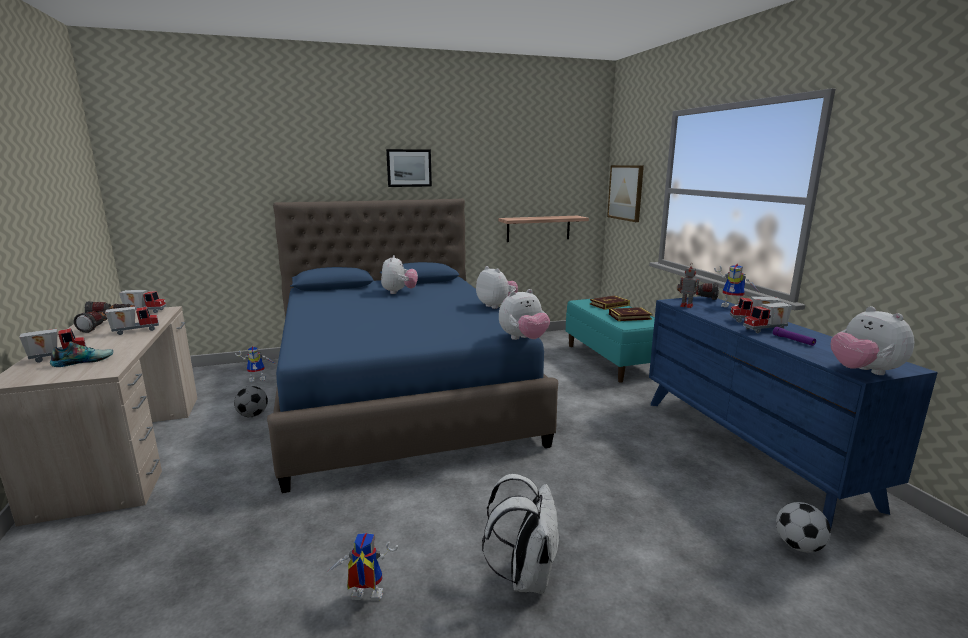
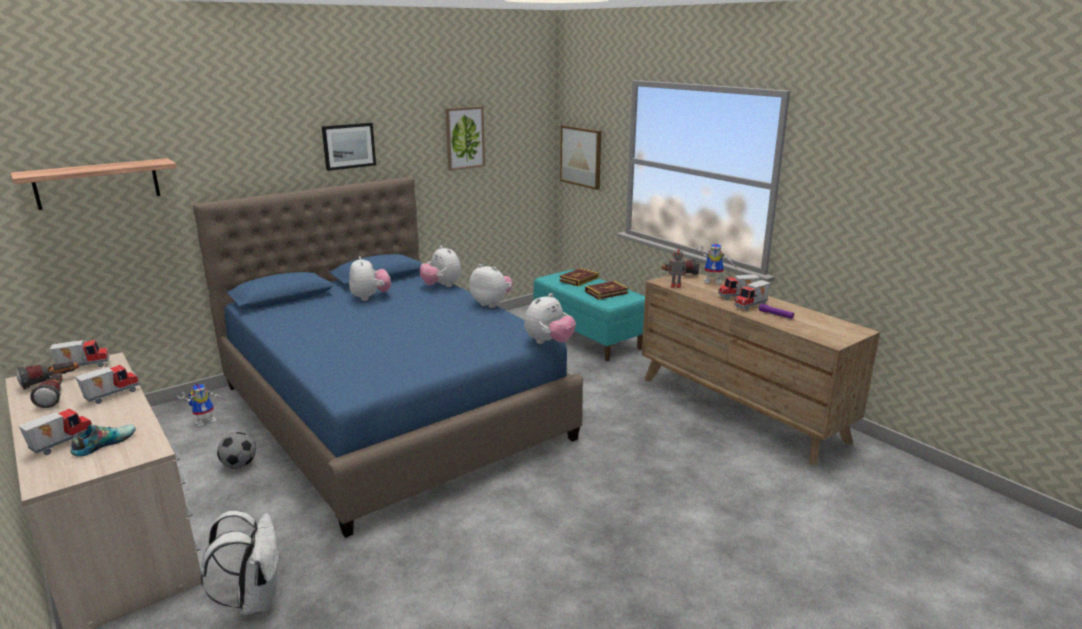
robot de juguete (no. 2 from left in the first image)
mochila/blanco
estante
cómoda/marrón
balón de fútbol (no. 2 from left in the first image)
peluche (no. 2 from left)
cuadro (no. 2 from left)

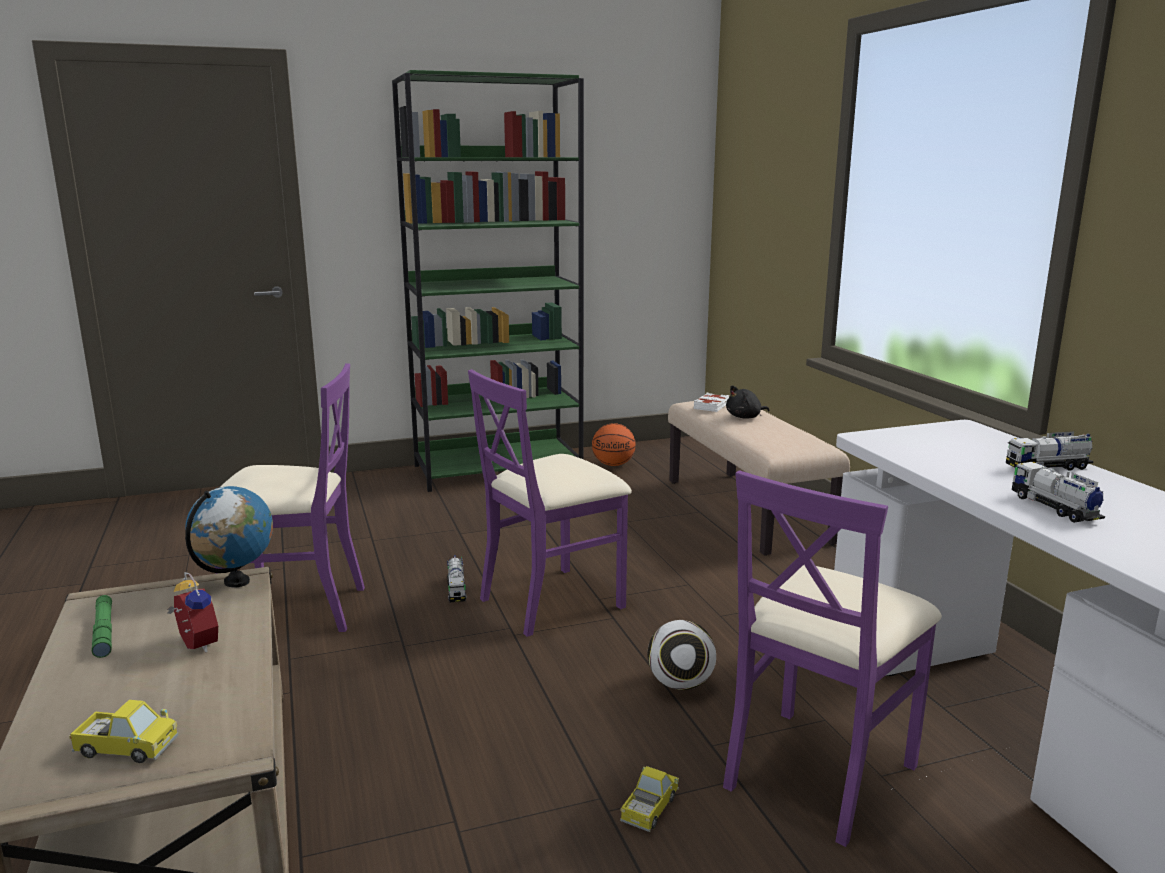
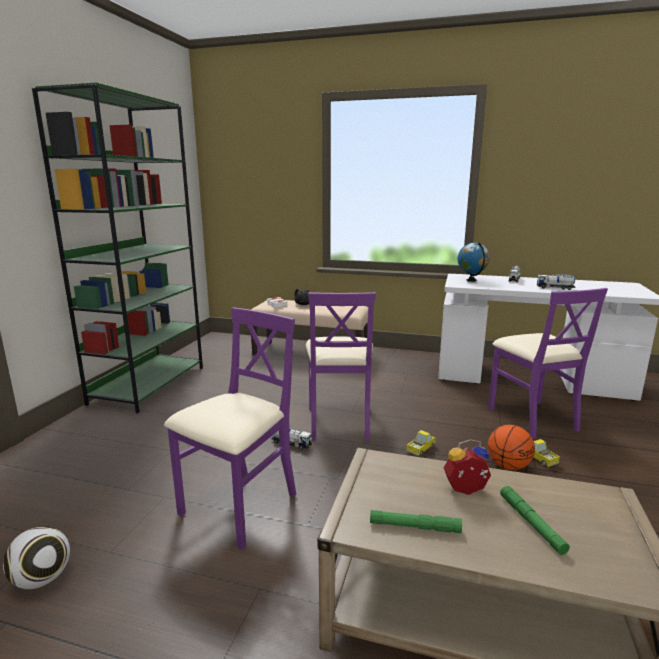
camión de juguete (no. 2 from left)
globo terráqueo
balón de baloncesto
balón de fútbol
linterna/verde (no. 2 from left)

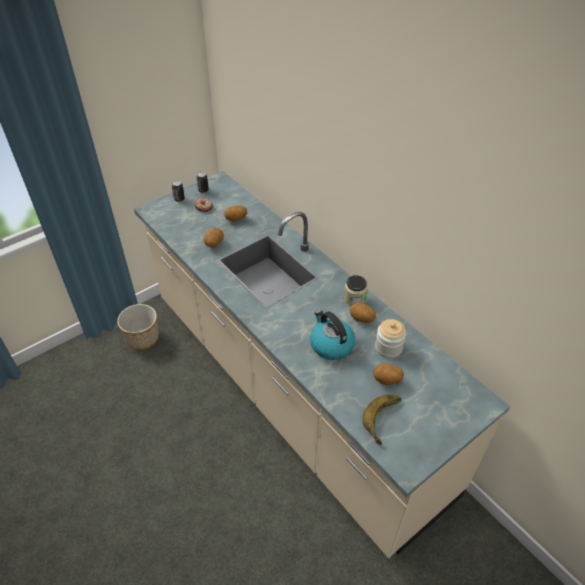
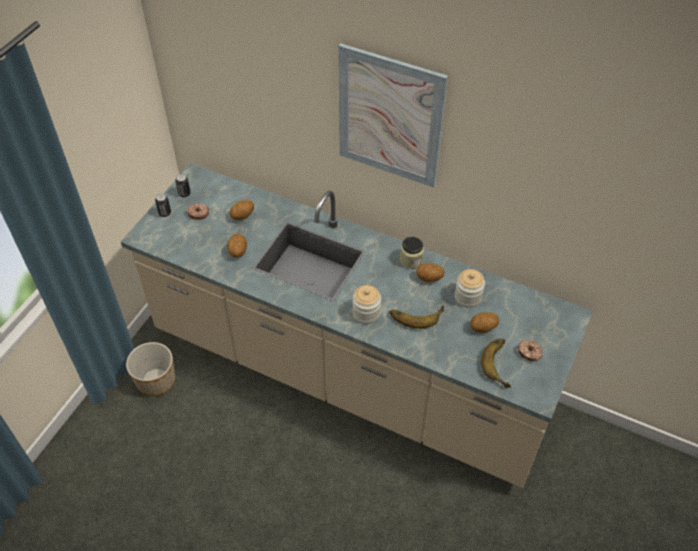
plátano (no. 1 from left)
cuadro
tarro (no. 1 from left)
rosquilla (no. 2 from left)

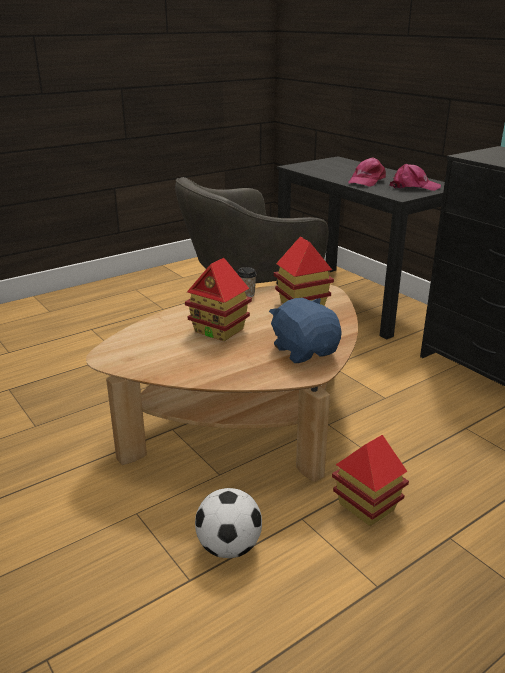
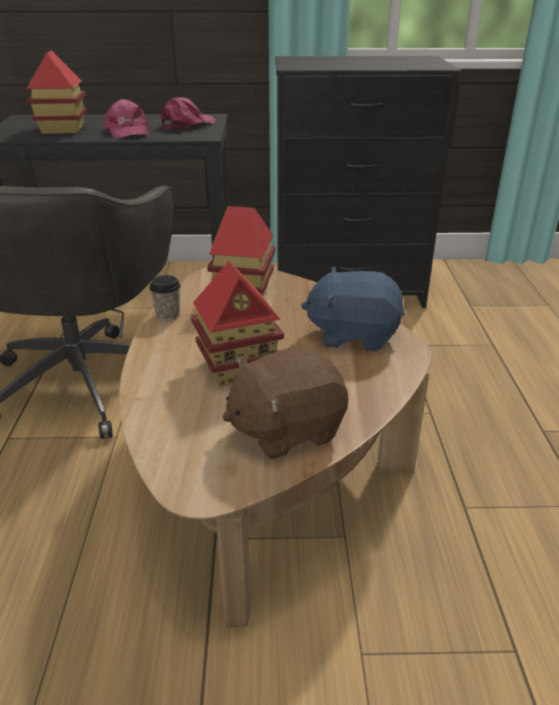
balón de fútbol
casita (no. 1 from left)
peluche/marrón

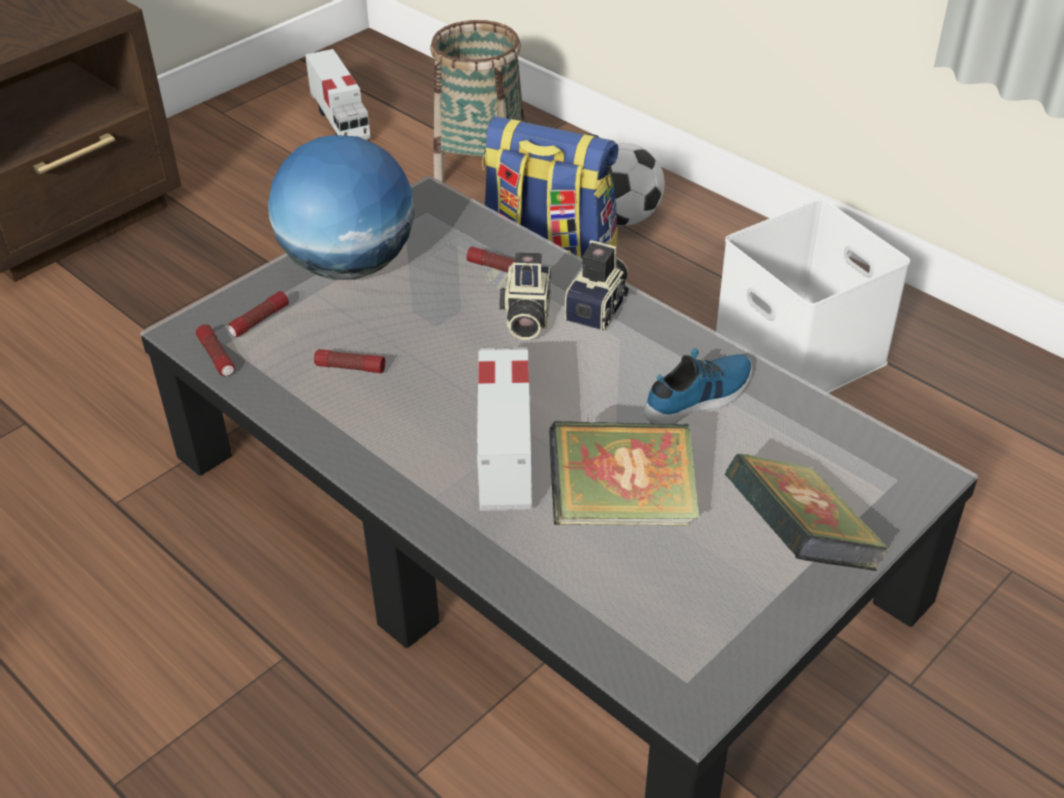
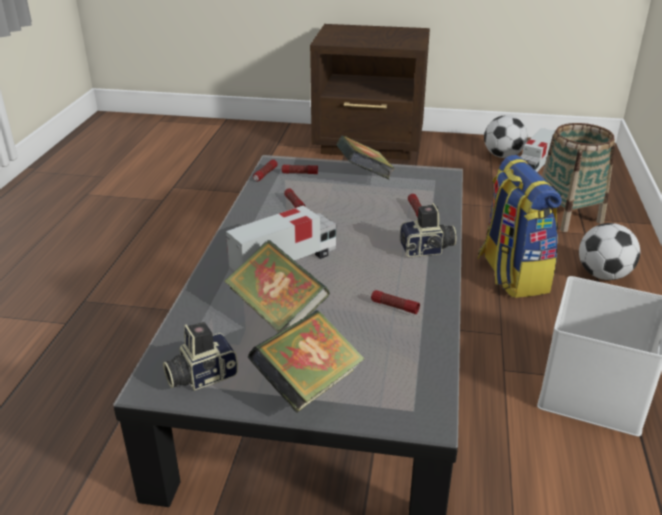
libro (no. 3 from left)
cámara (no. 1 from left)
linterna (no. 4 from left)
balón de fútbol (no. 1 from left)

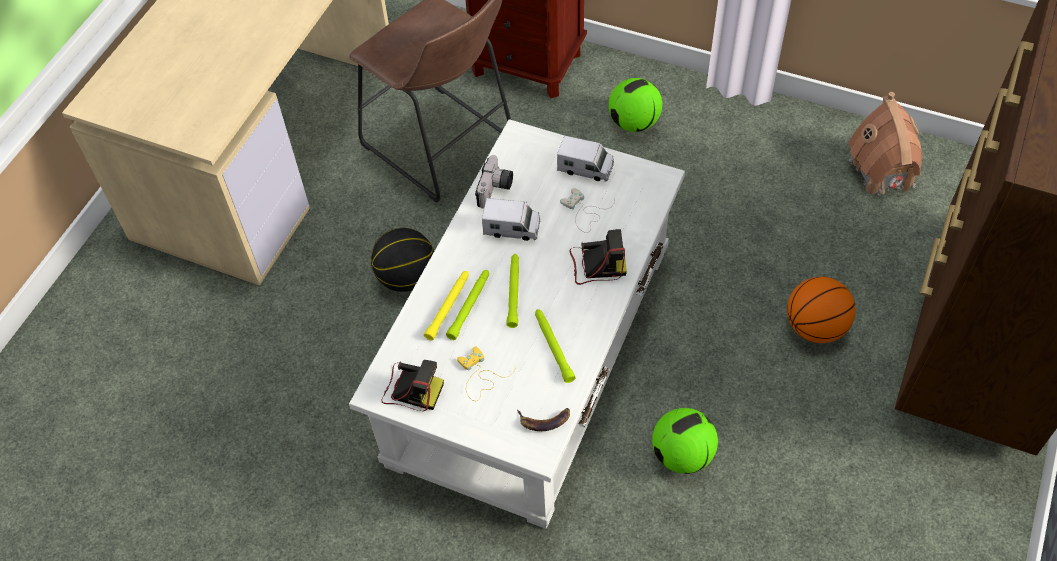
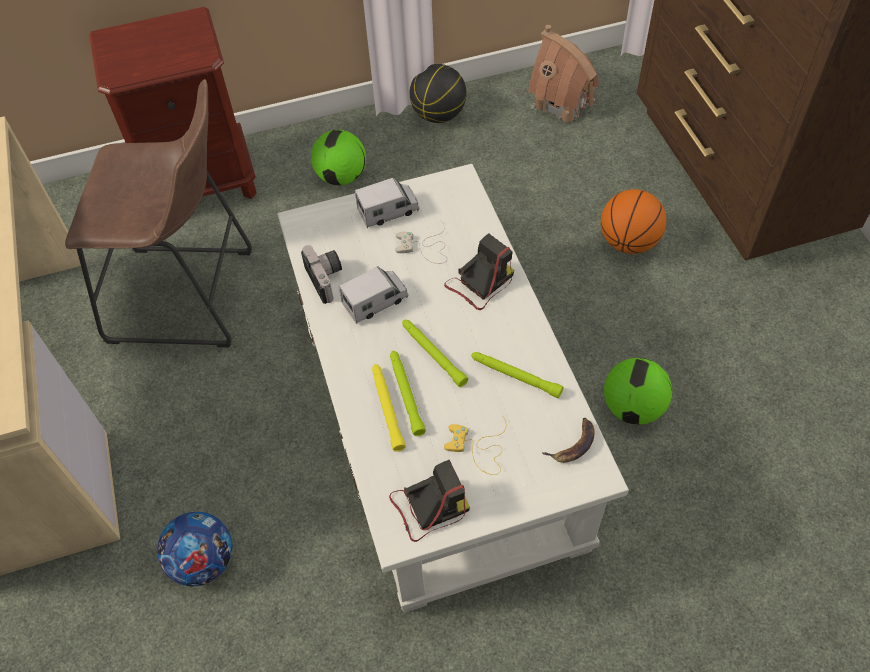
balón de baloncesto (no. 1 from left)
balón de fútbol (no. 1 from left)

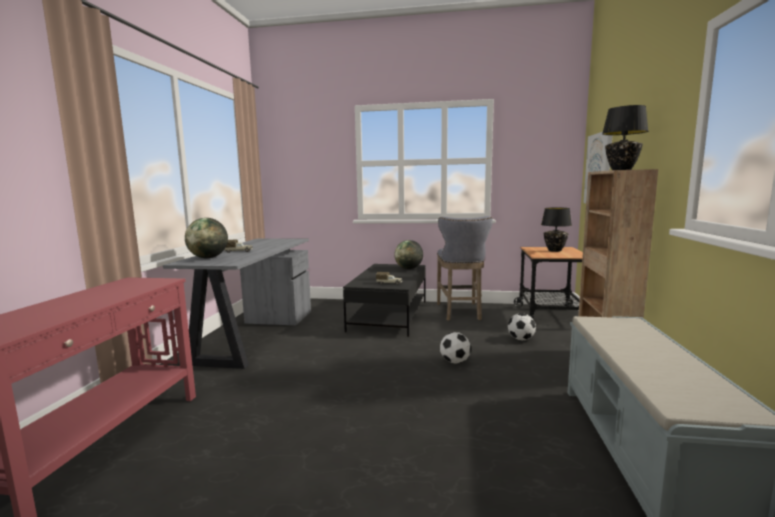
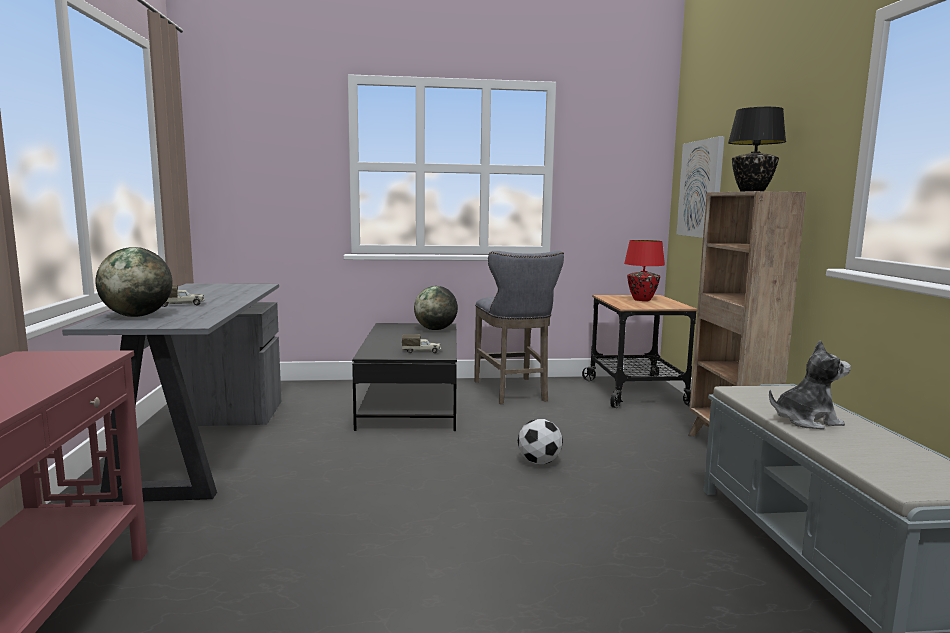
balón de fútbol (no. 2 from left in the first image)
lámpara de mesa/rojo
peluche

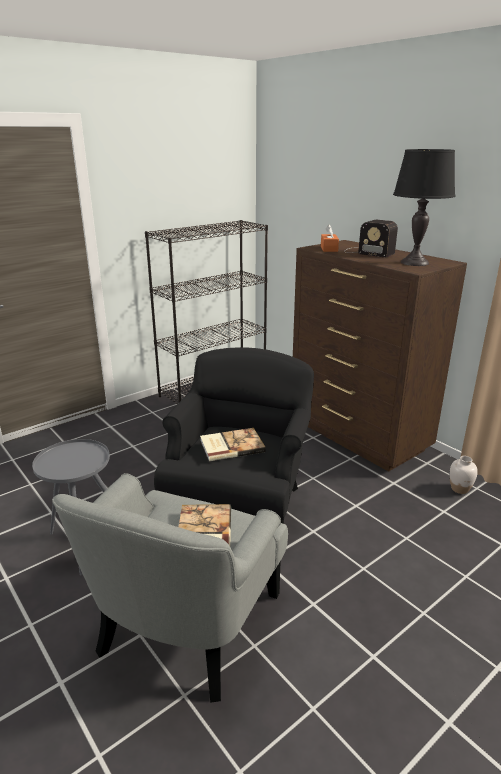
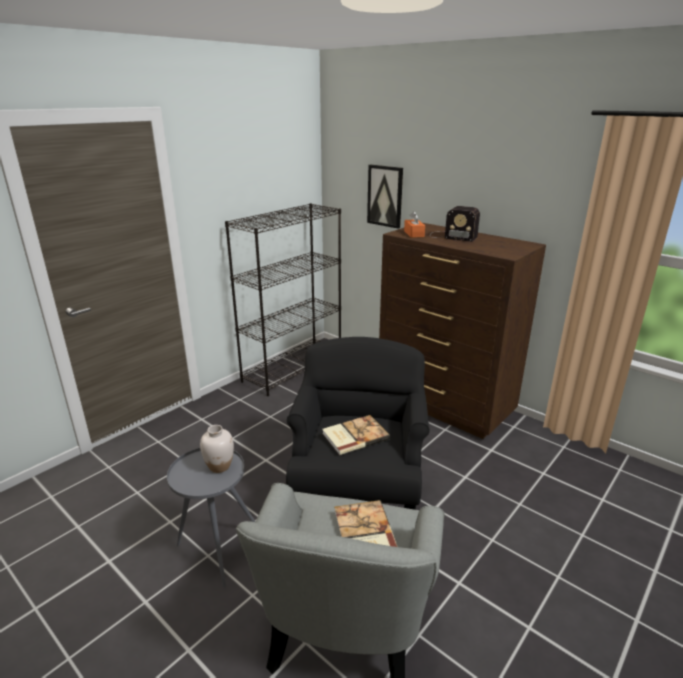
lámpara de mesa/negro
florero/blanco
cuadro

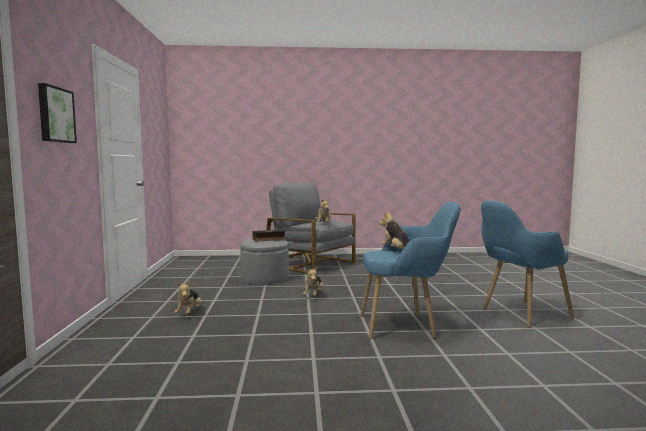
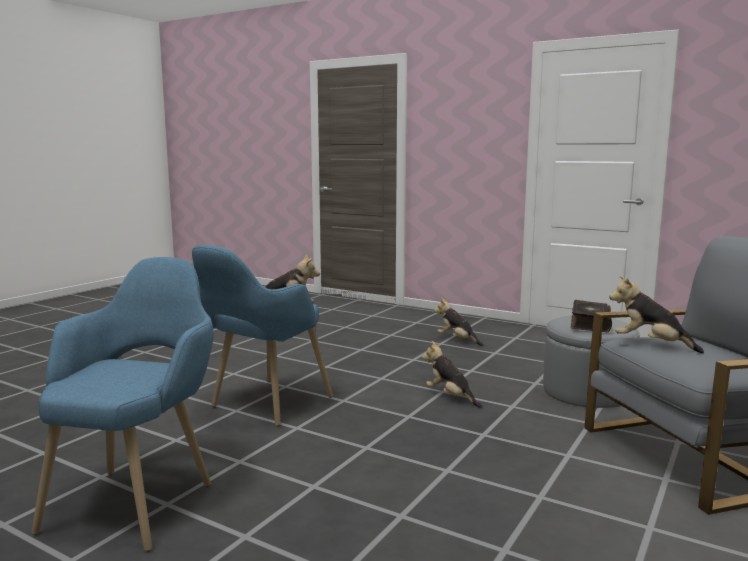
cuadro

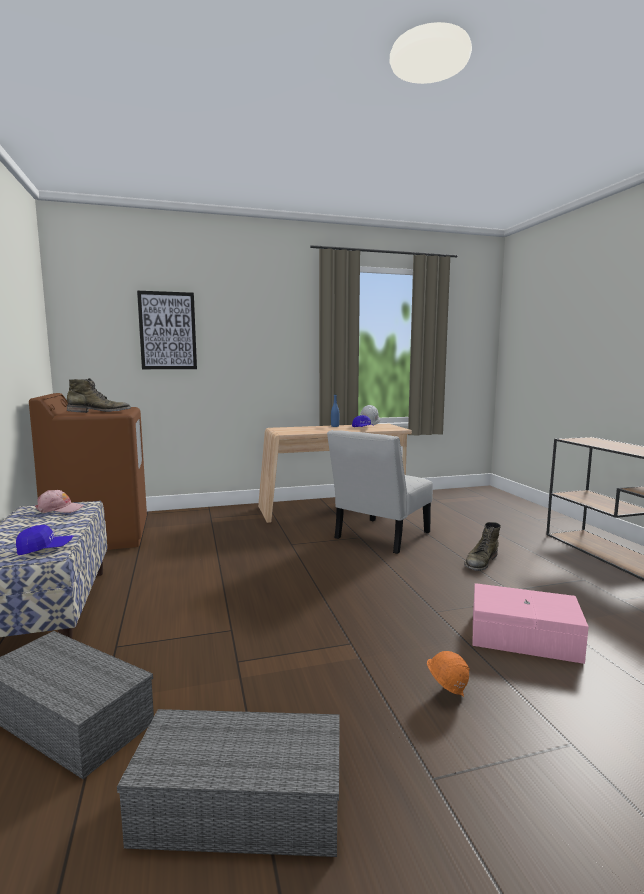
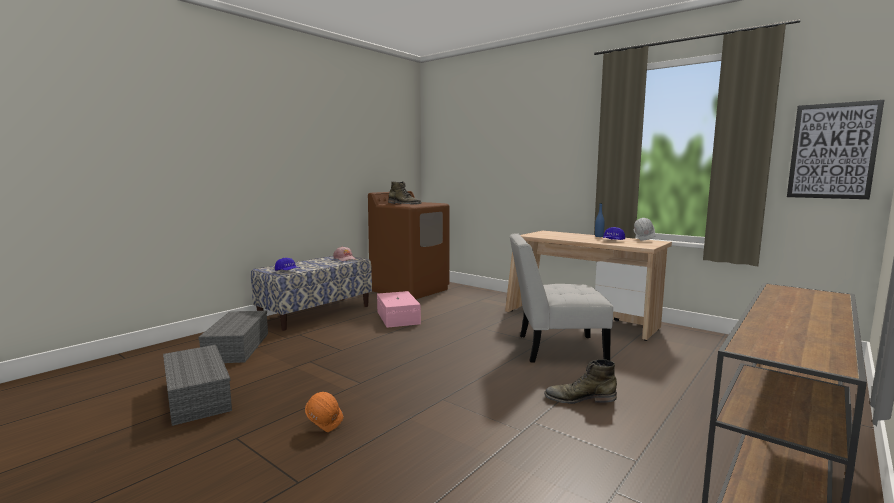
cuadro
caja de almacenaje/rosa

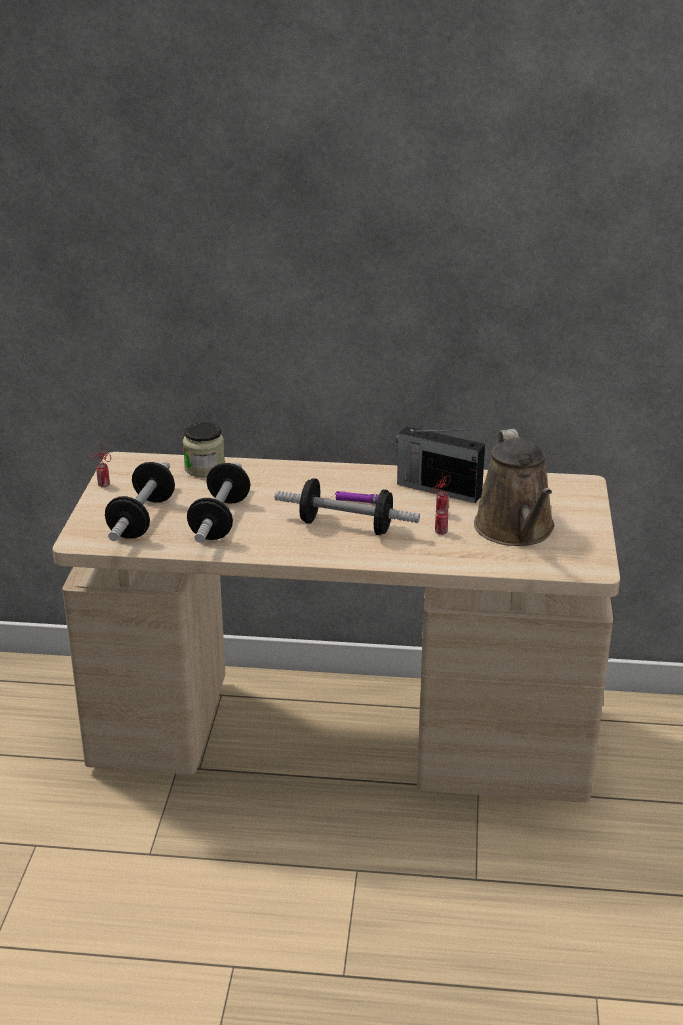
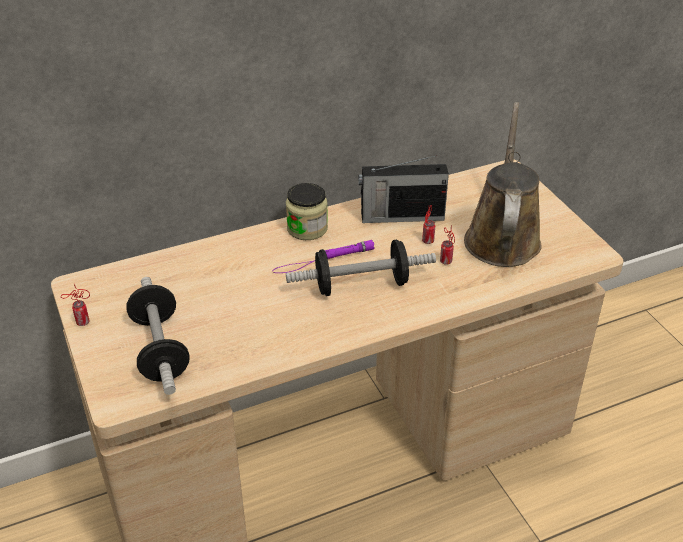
tarro
mancuerna (no. 2 from left in the first image)
regadera/marrón

